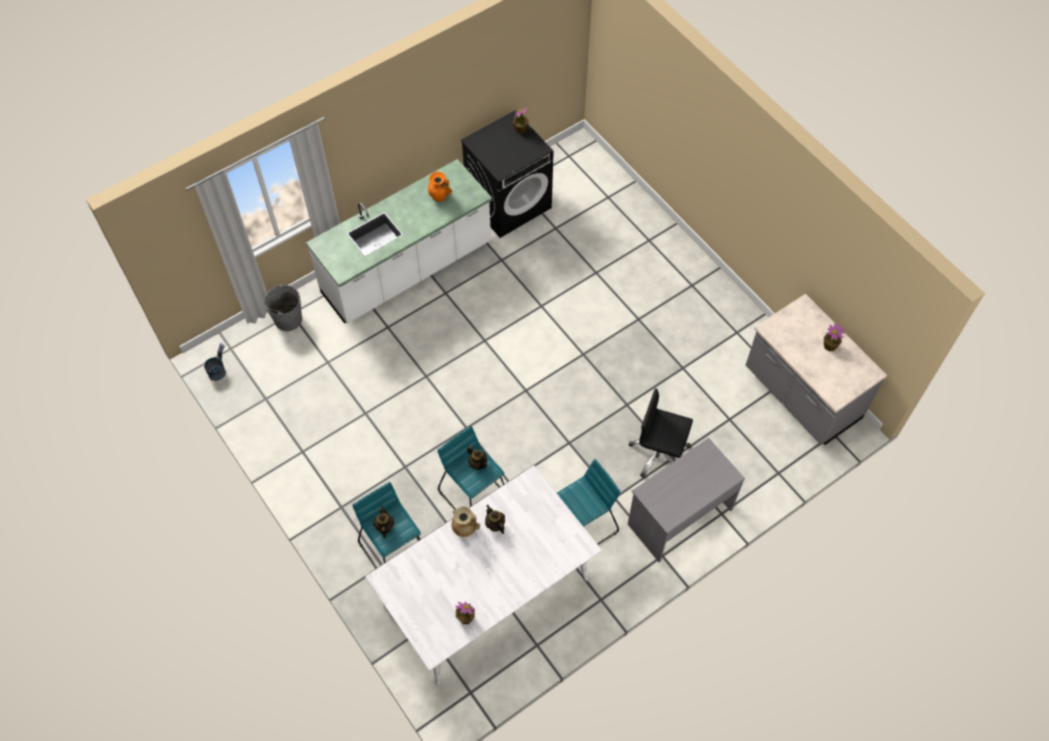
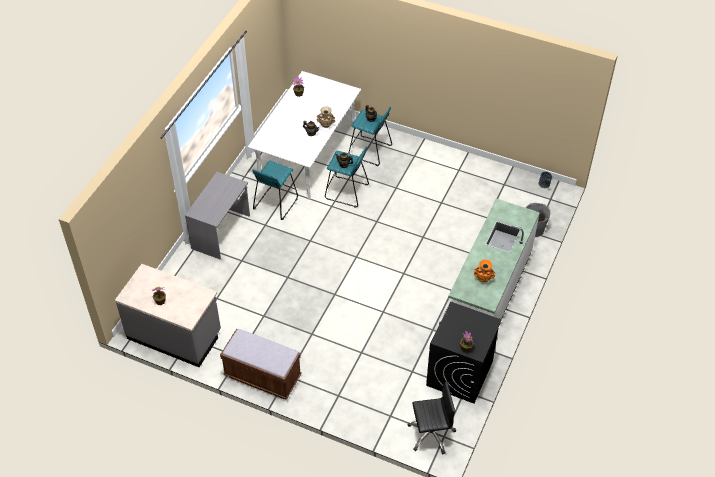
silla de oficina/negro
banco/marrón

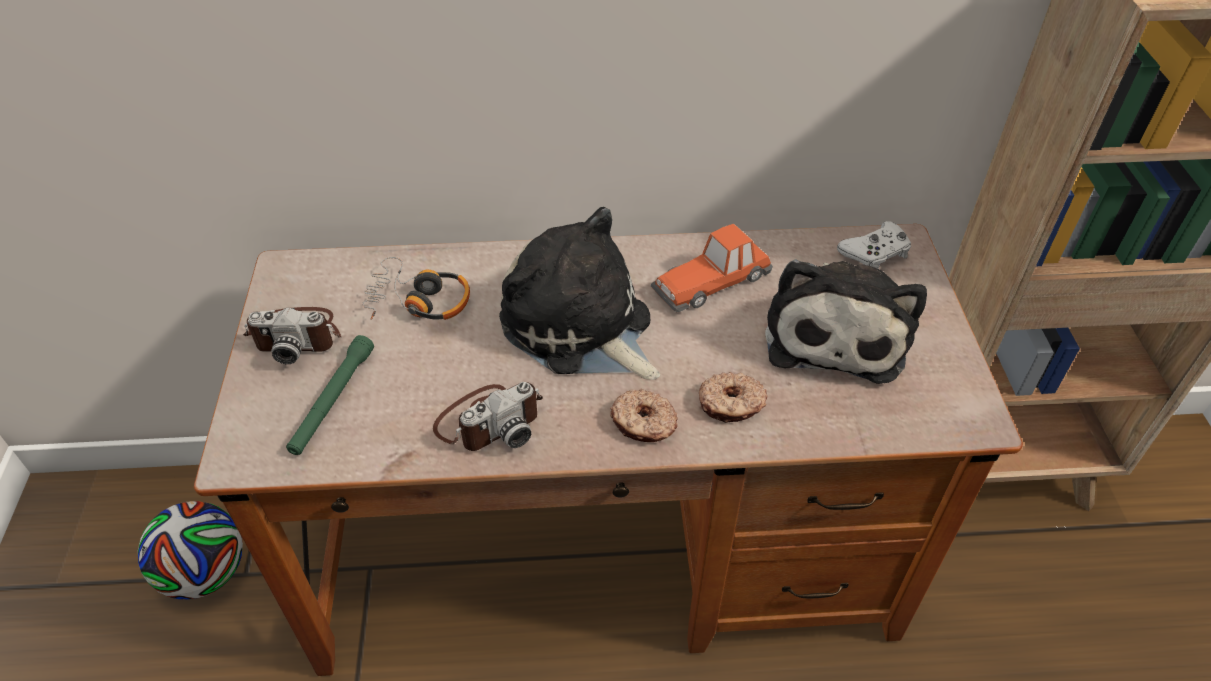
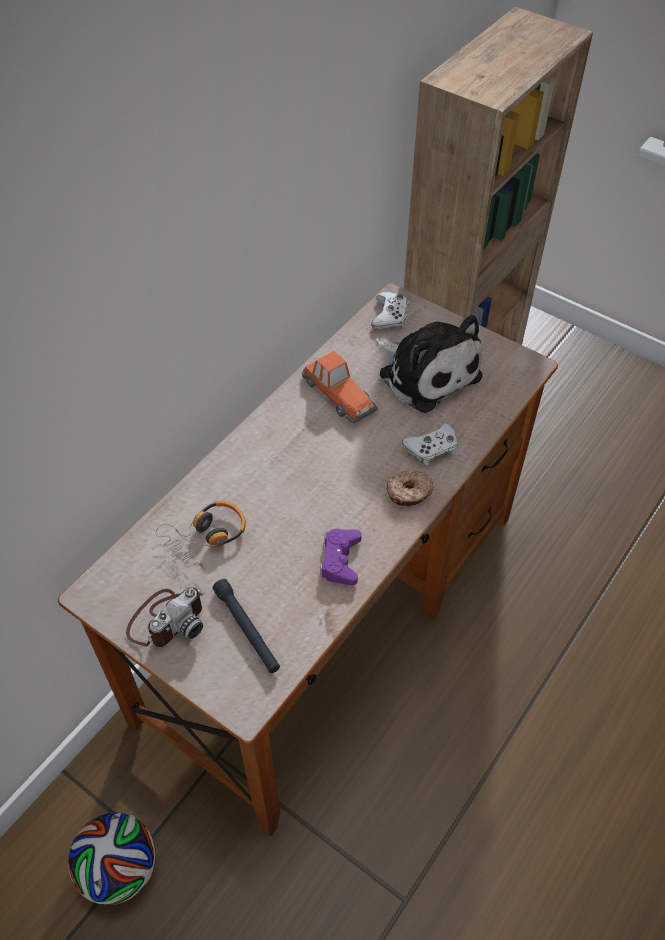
linterna/negro
mando de consola/morado
peluche (no. 1 from left in the first image)
coche de juguete
mando de consola/blanco (no. 2 from left)

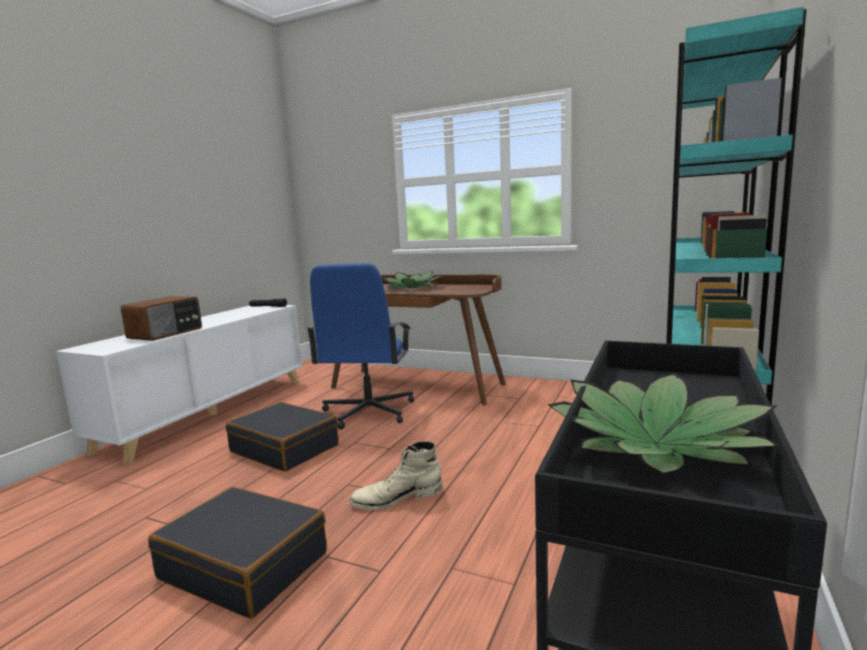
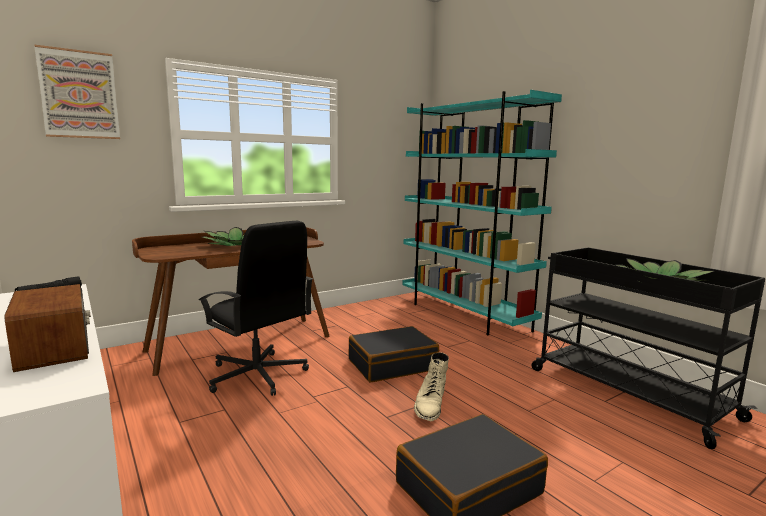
maleta/negro (no. 1 from left)
silla de oficina/negro
cuadro

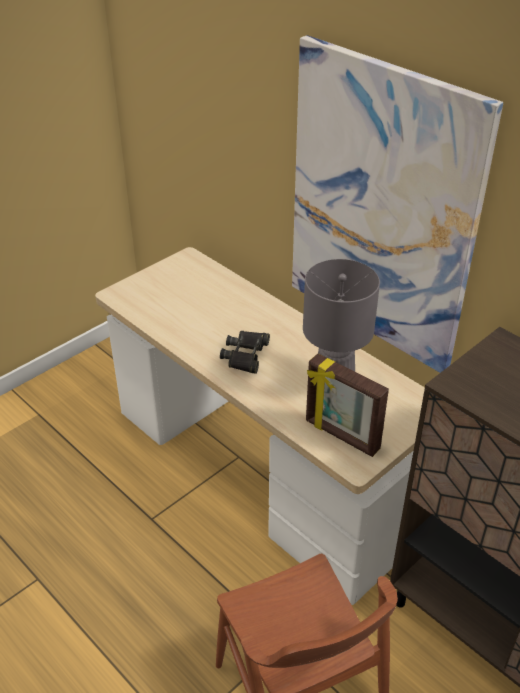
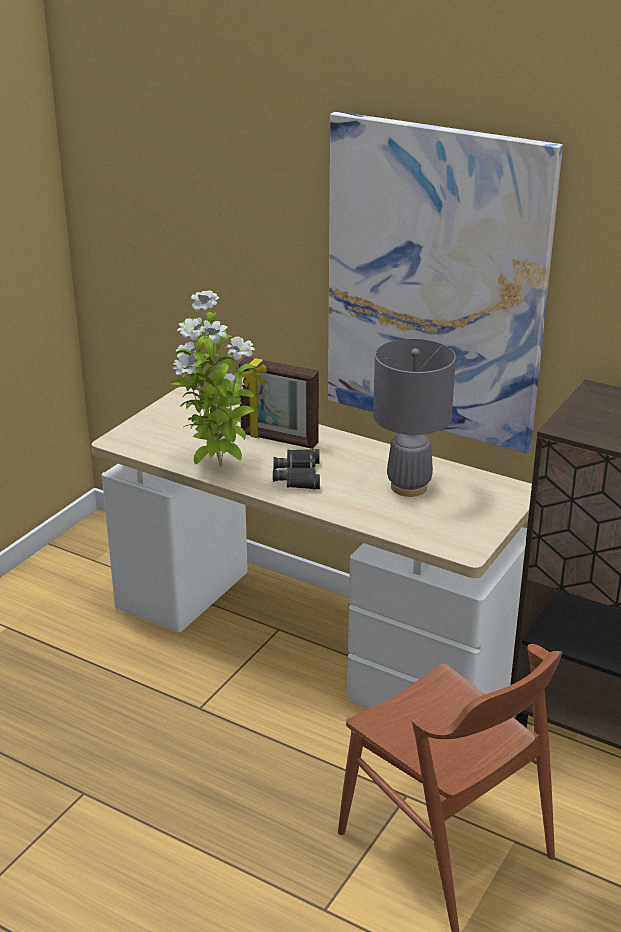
portarretratos
planta en maceta

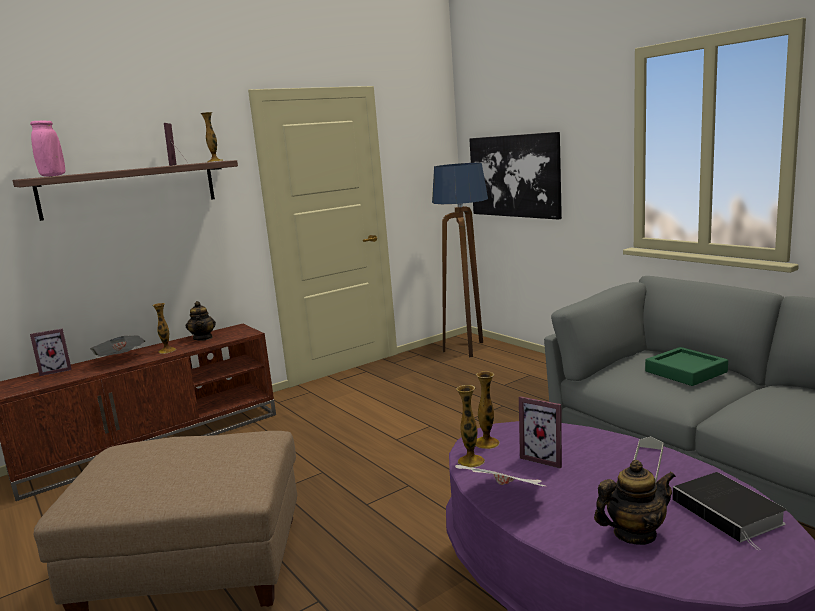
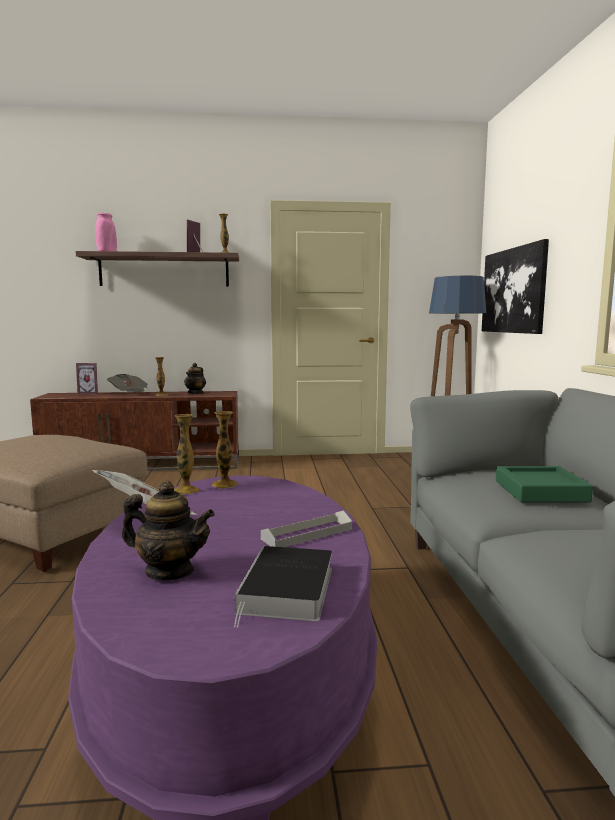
portarretratos (no. 3 from left in the first image)

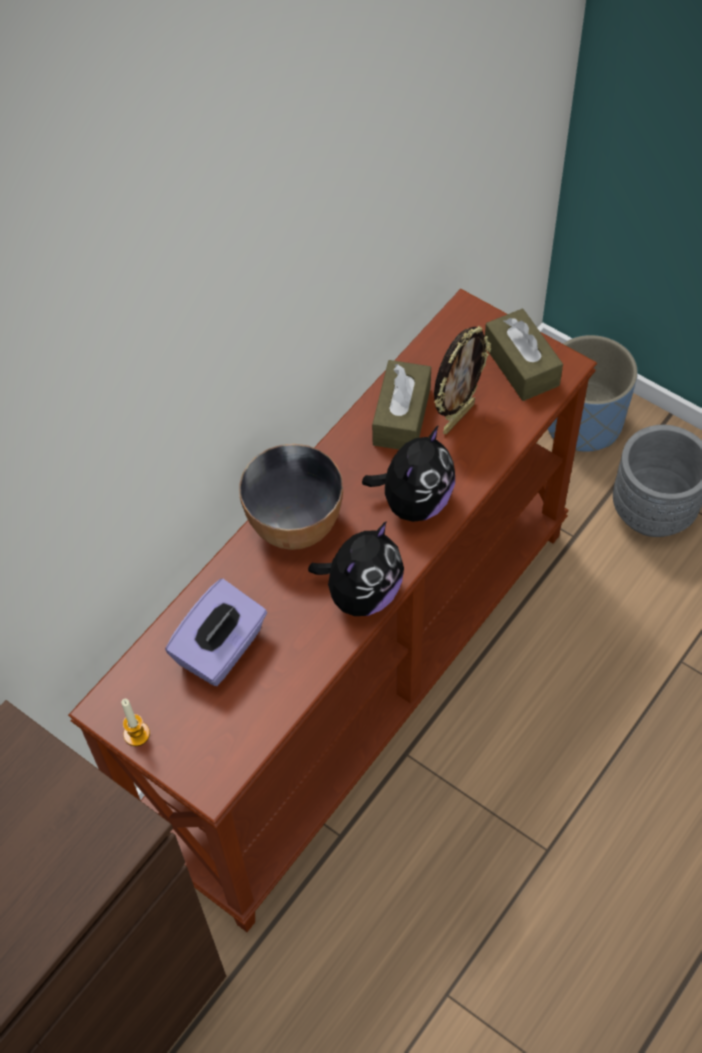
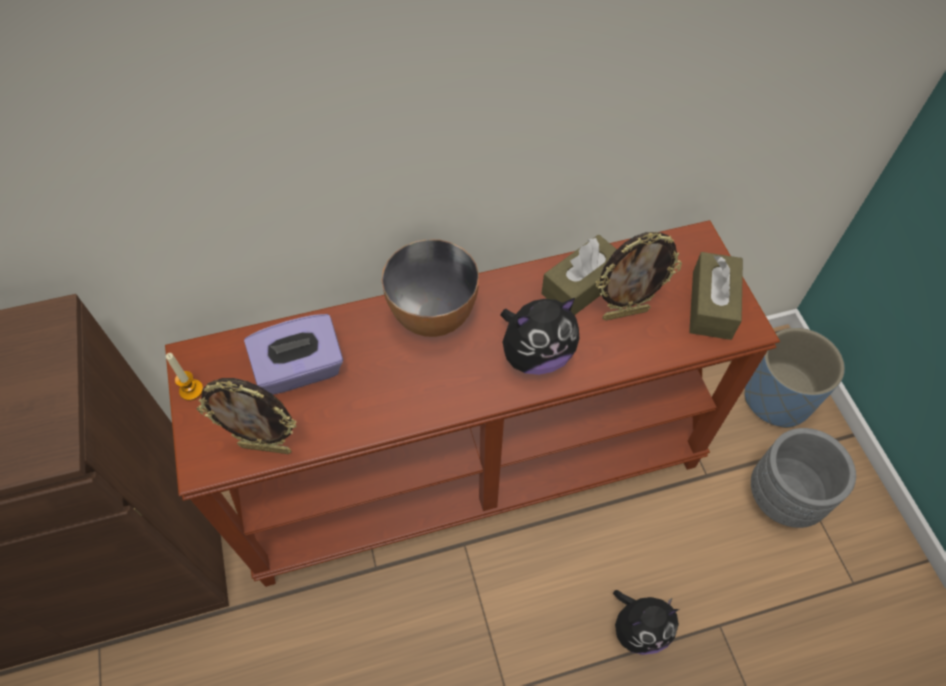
peluche (no. 2 from left)
portarretratos (no. 1 from left)

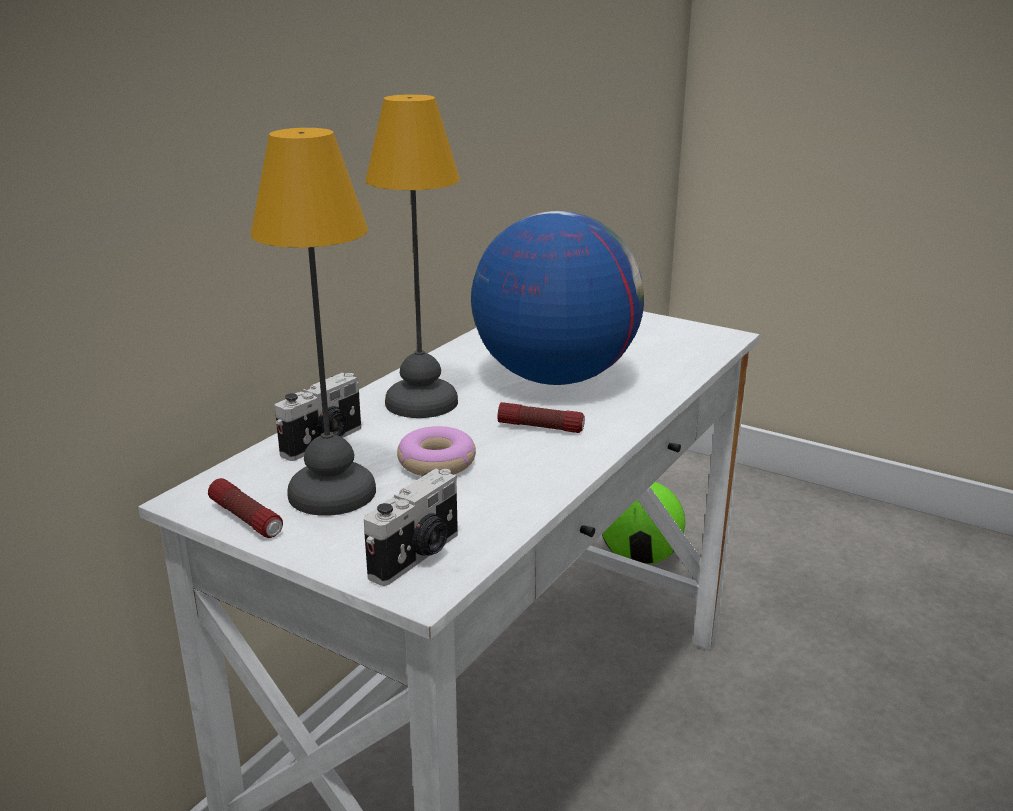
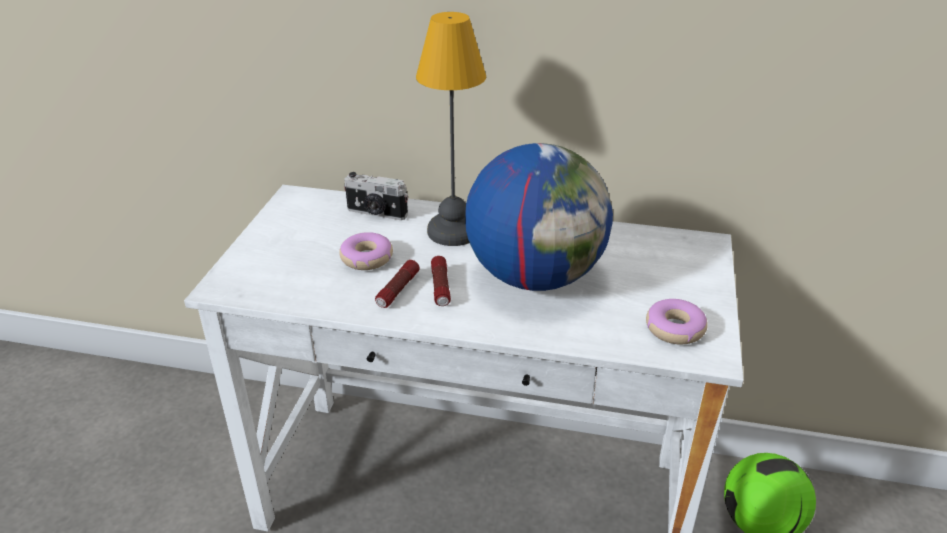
linterna (no. 1 from left)
lámpara de mesa (no. 1 from left in the first image)
cámara (no. 2 from left in the first image)
rosquilla (no. 2 from left)

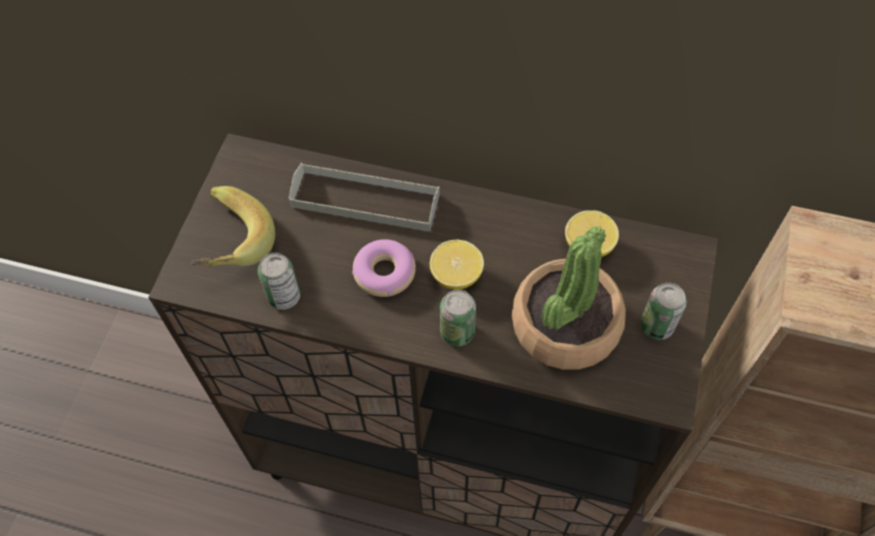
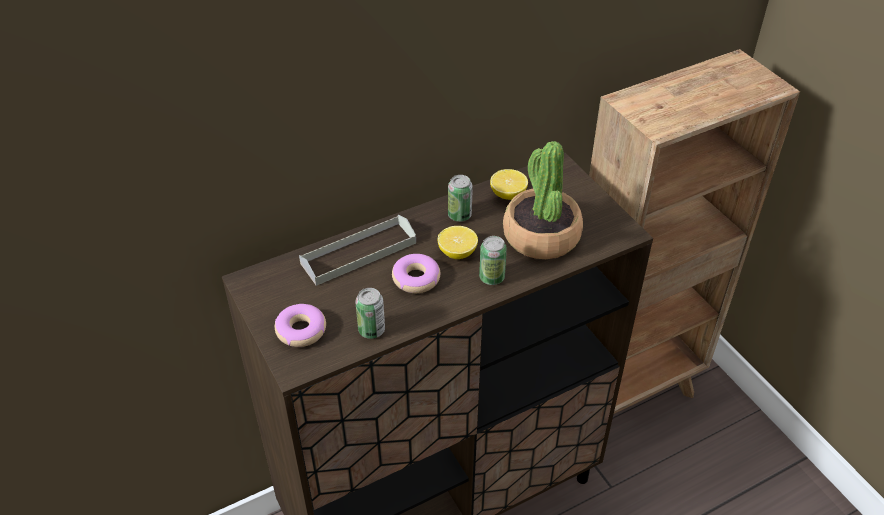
rosquilla (no. 1 from left)
lata (no. 2 from left)

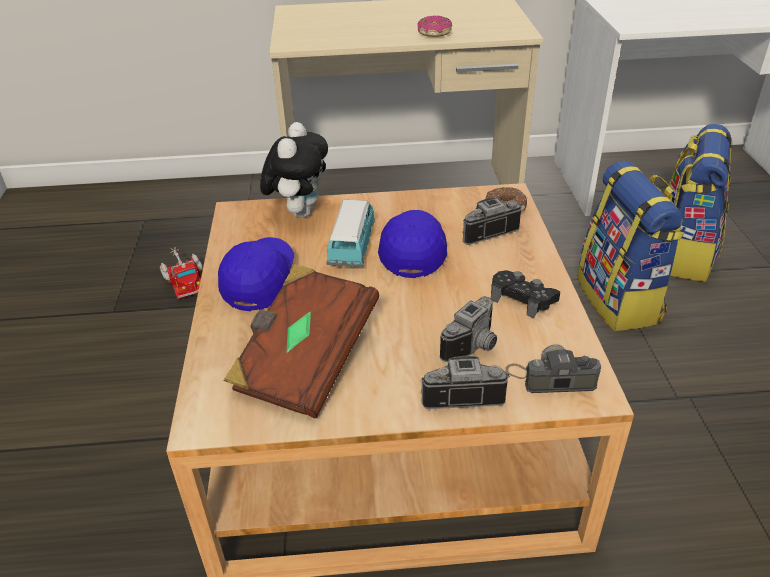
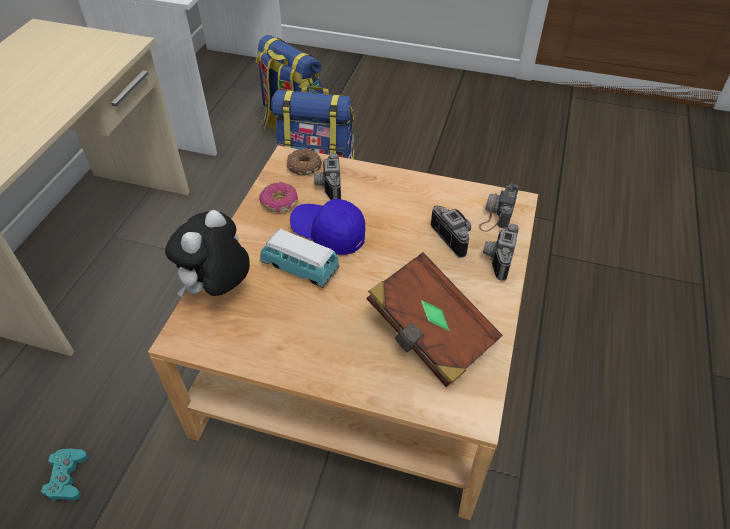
mando de consola/turquesa
gorra/azul (no. 1 from left in the first image)
peluche
rosquilla (no. 1 from left)
mando de consola/negro

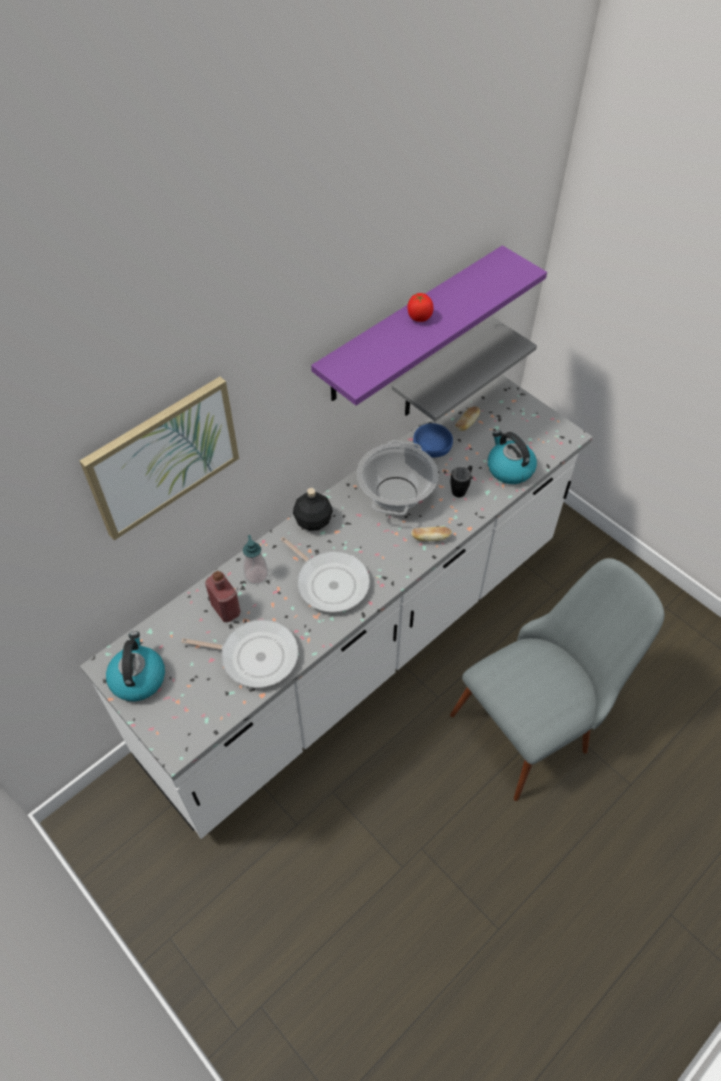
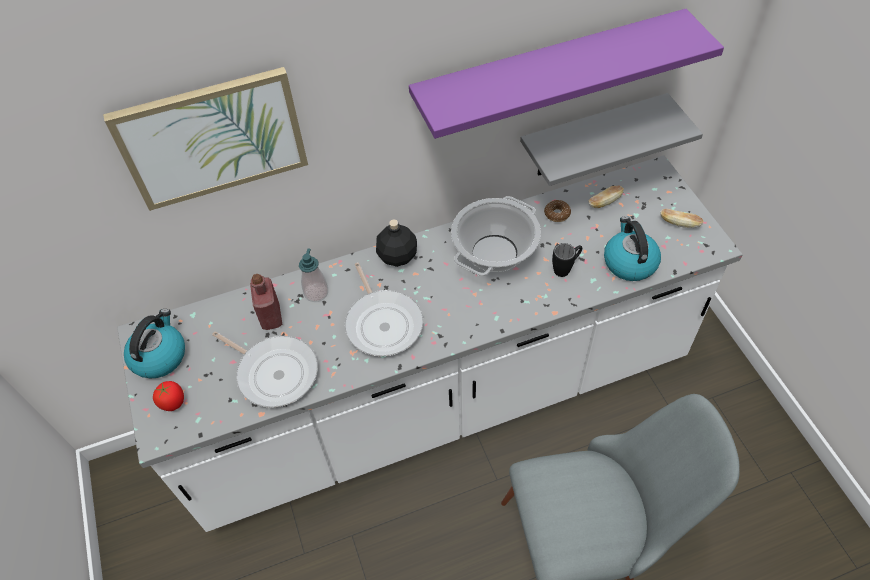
tomate
pan (no. 2 from left)
rosquilla

